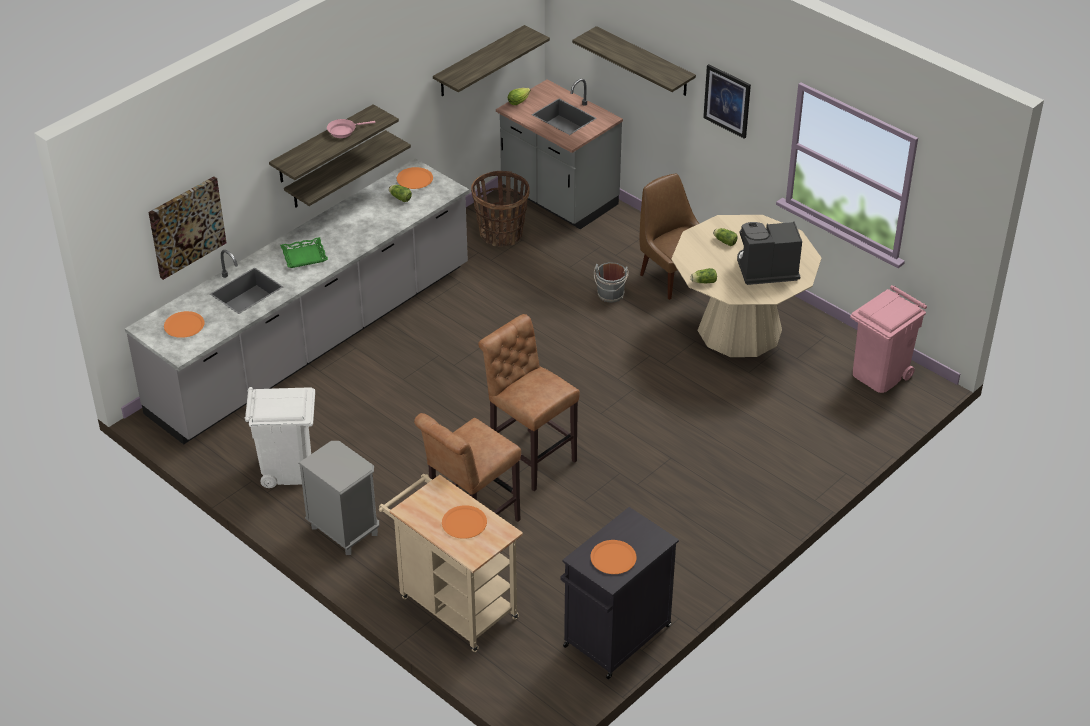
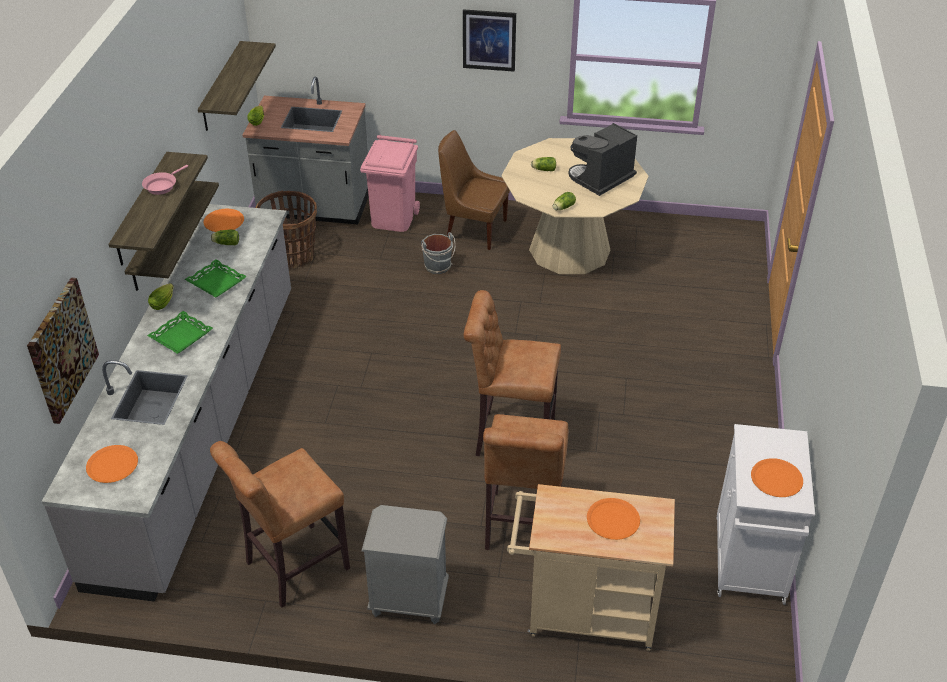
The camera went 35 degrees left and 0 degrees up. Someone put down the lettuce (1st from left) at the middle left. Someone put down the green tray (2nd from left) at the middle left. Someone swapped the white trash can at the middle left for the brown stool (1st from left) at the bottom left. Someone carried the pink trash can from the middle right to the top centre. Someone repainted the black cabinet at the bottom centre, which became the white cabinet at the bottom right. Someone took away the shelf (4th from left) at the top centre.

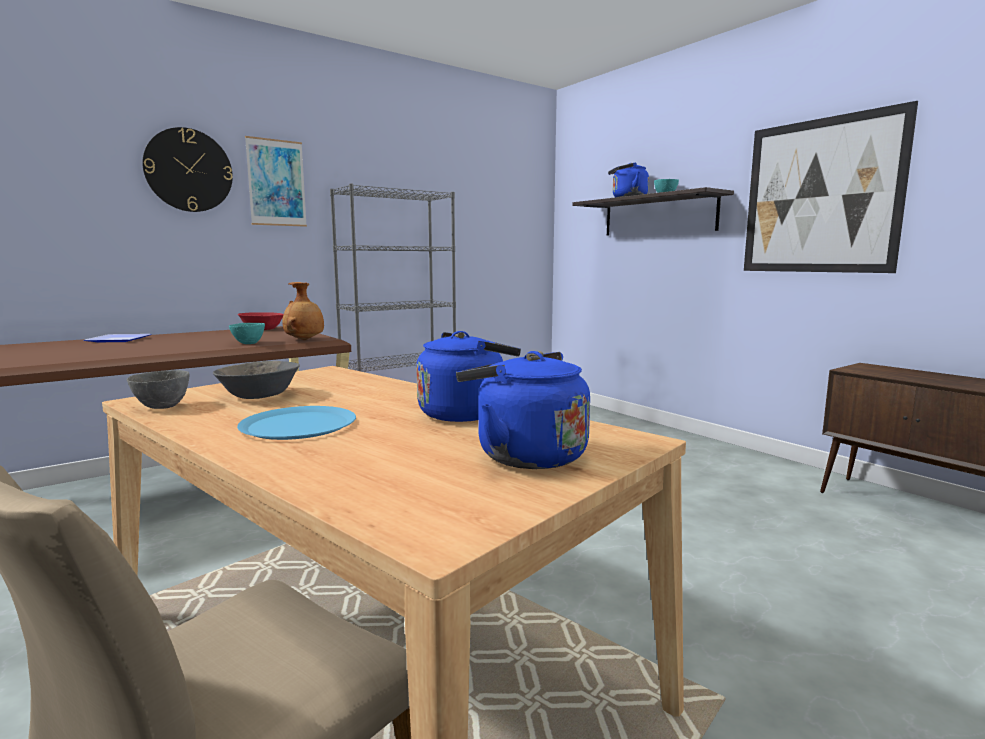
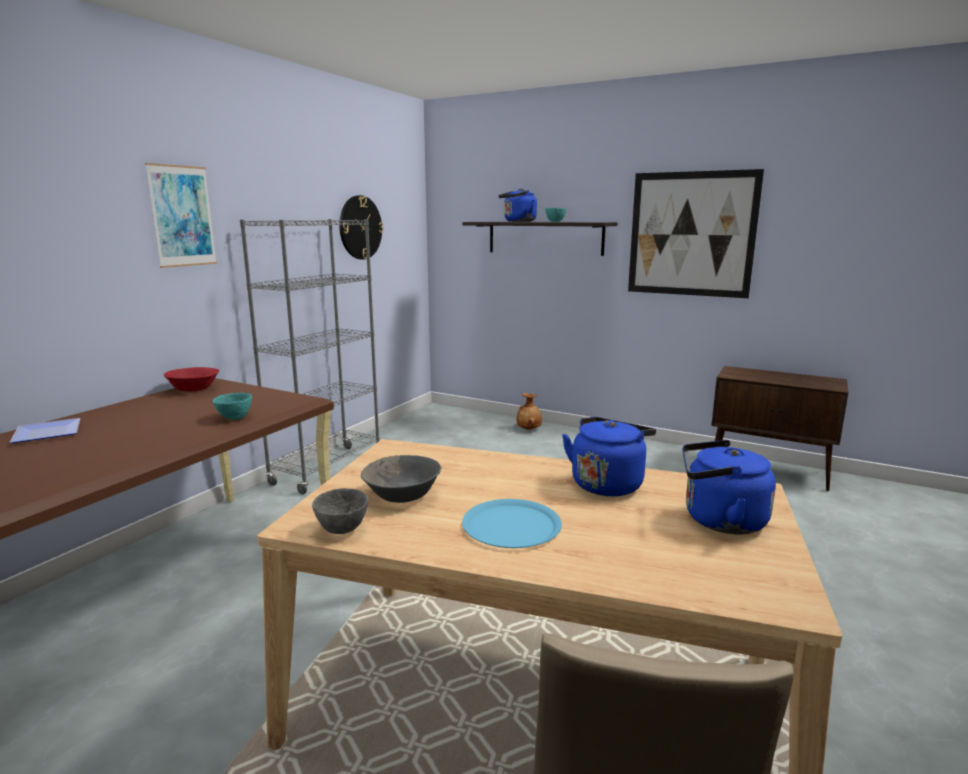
The camera went 25 degrees left and 5 degrees up. Someone carried the wall clock from the top left to the top centre. Someone carried the brown vase from the middle left to the centre.

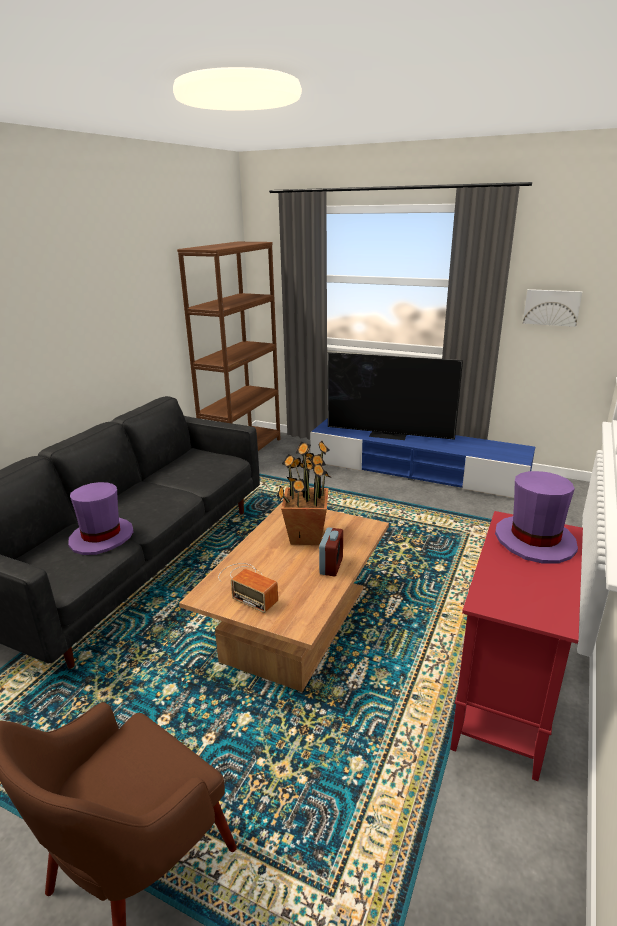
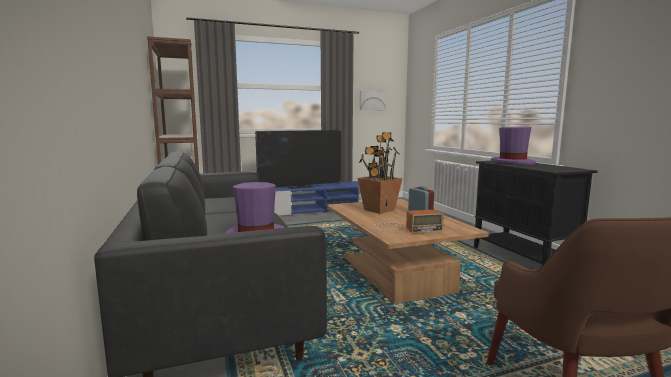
The camera went 45 degrees left and 15 degrees down. Someone repainted the red cabinet at the bottom right, which became the black cabinet at the middle right.

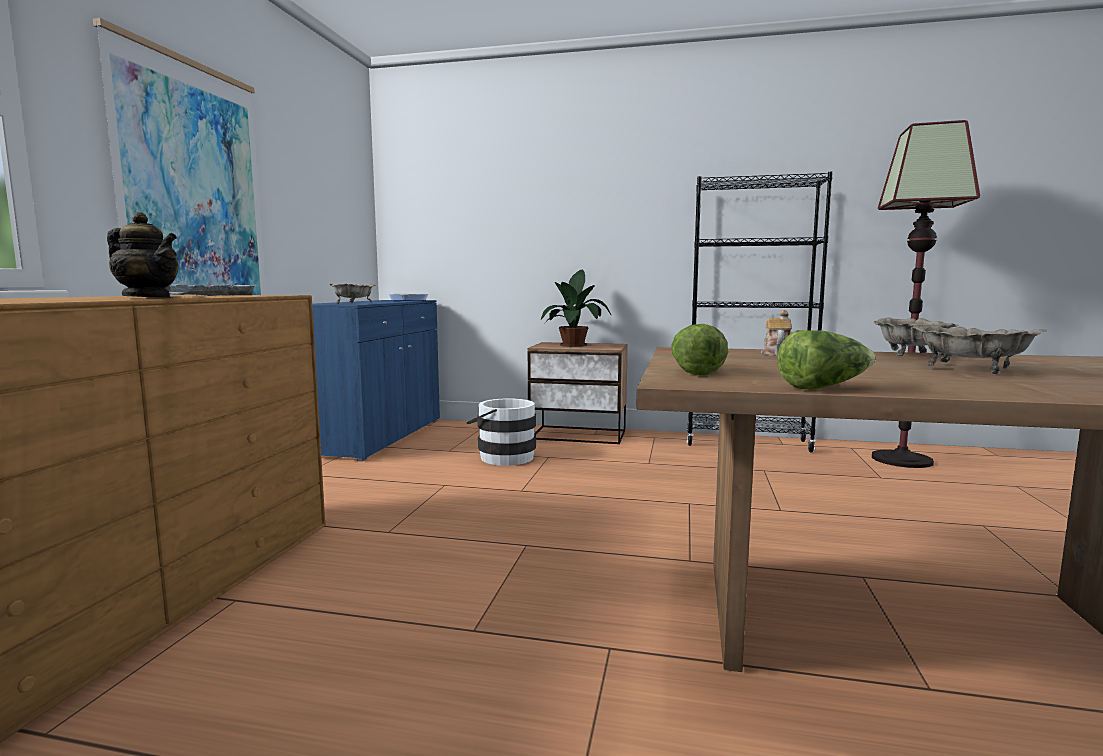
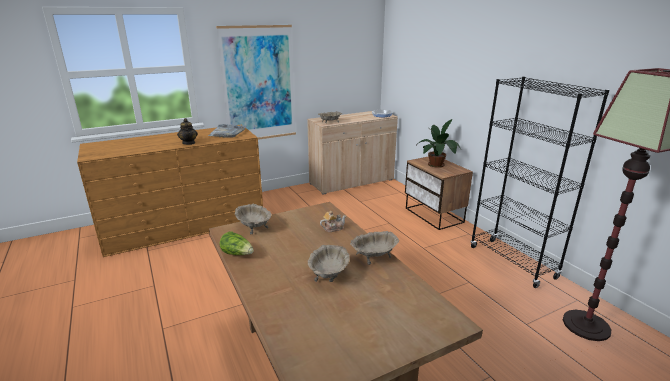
The camera went 50 degrees right and 15 degrees up. Someone swapped the lettuce (1st from left) at the centre for the beige bowl (1st from left) at the centre. Someone repainted the blue cabinet at the centre, which became the beige cabinet at the centre. Someone took away the white bucket at the centre.

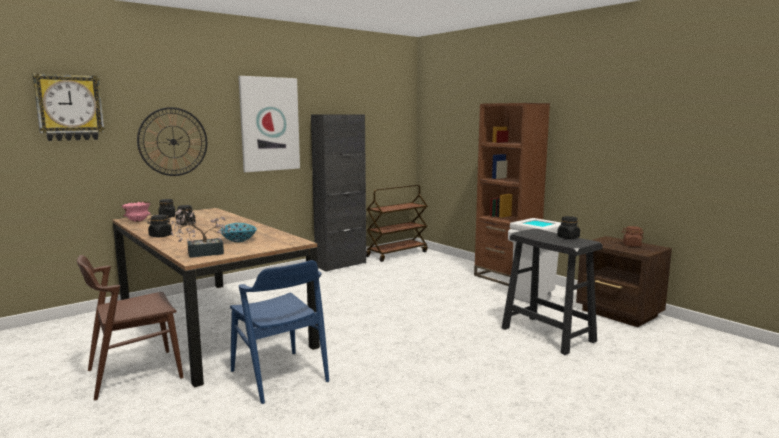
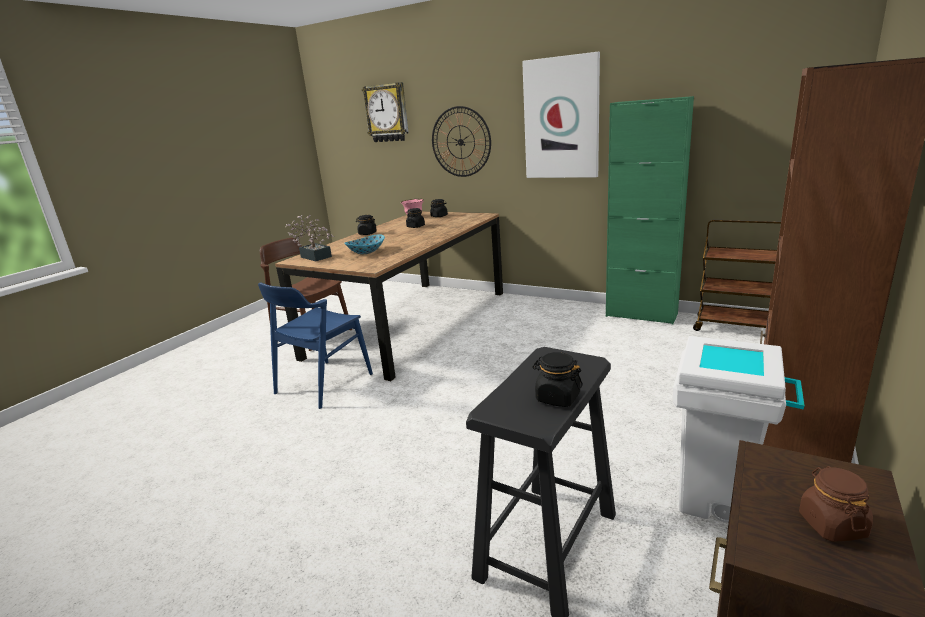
The camera went 70 degrees right and 10 degrees up. Someone repainted the black cabinet at the centre, which became the green cabinet at the middle right.

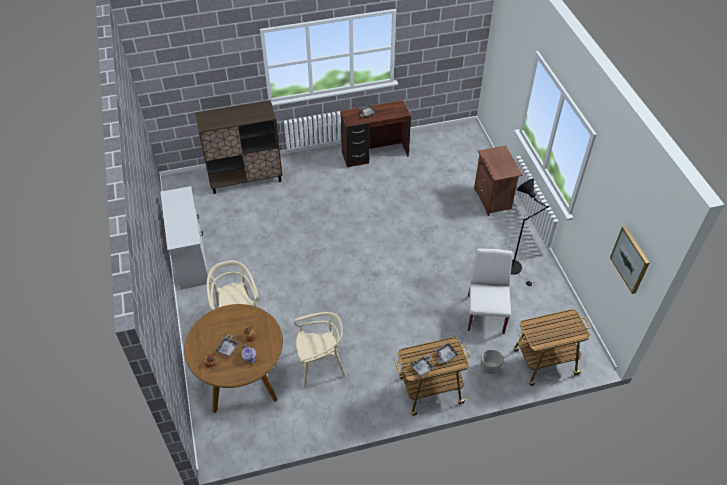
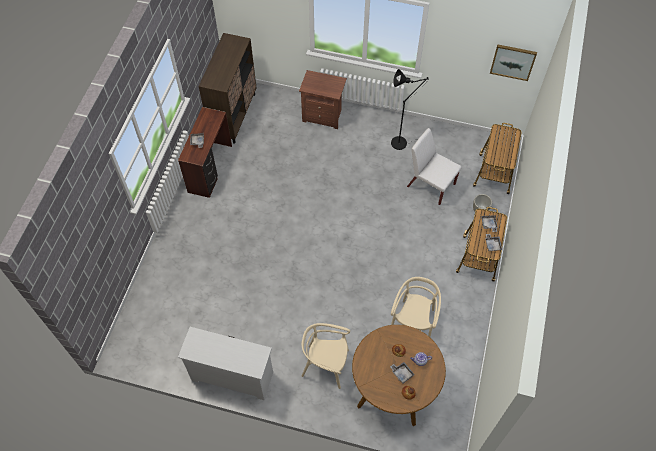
The camera went 60 degrees left and 10 degrees up. Someone carried the brown cabinet from the top left to the top centre.

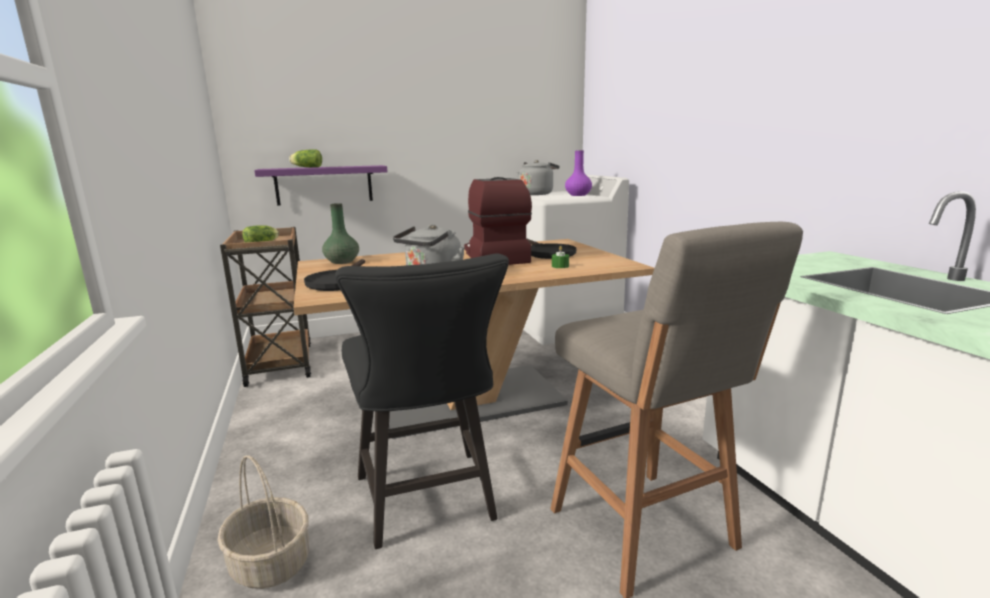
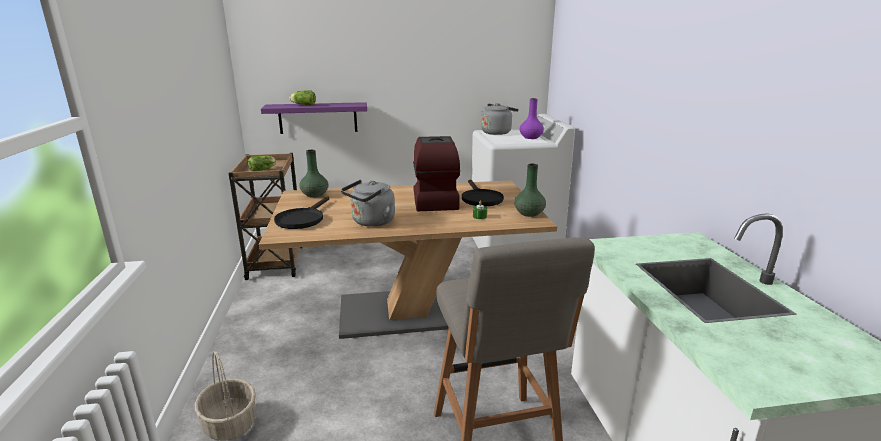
The camera went 10 degrees right and 5 degrees up. Someone put down the green vase (2nd from left) at the centre. Someone took away the black chair at the bottom centre.

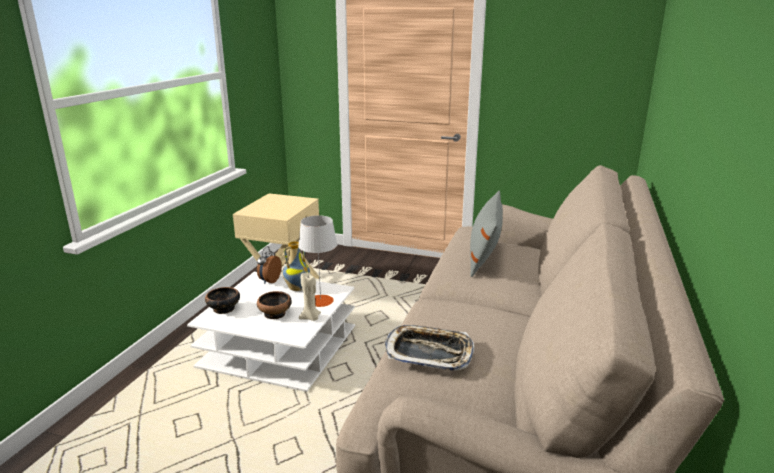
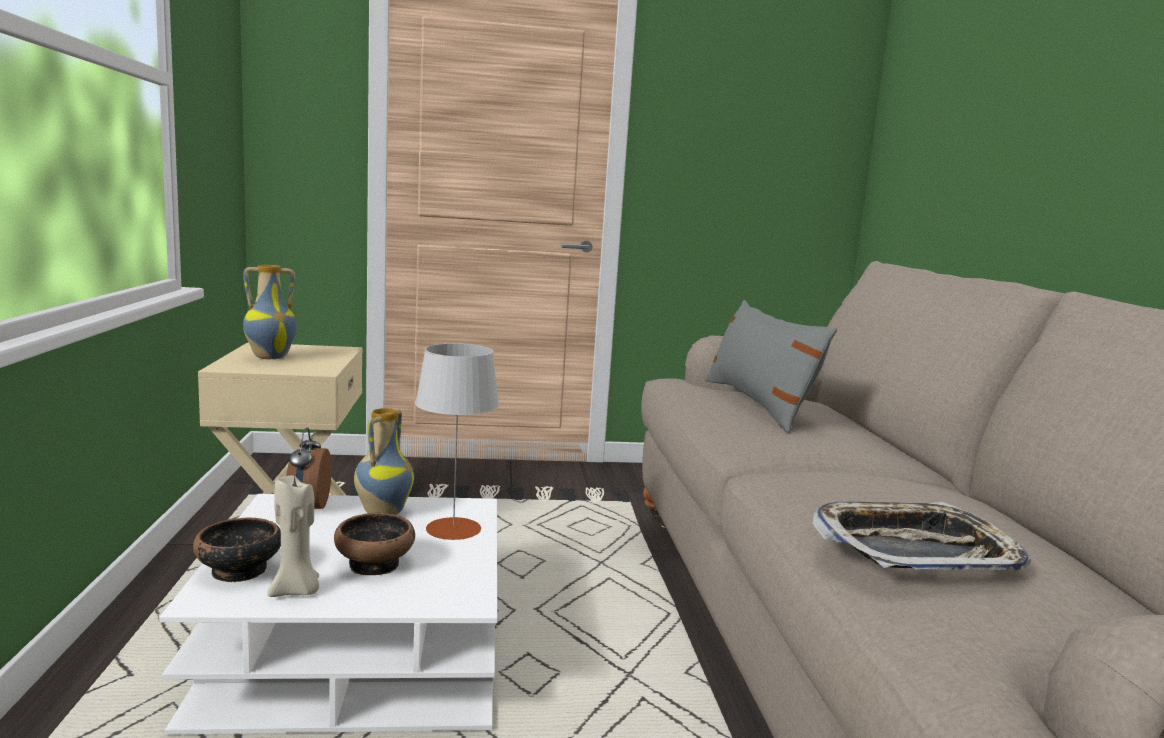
The camera went 25 degrees left and 10 degrees down. Someone put down the vase (1st from left) at the middle left. Someone carried the beige candle from the centre to the bottom left.

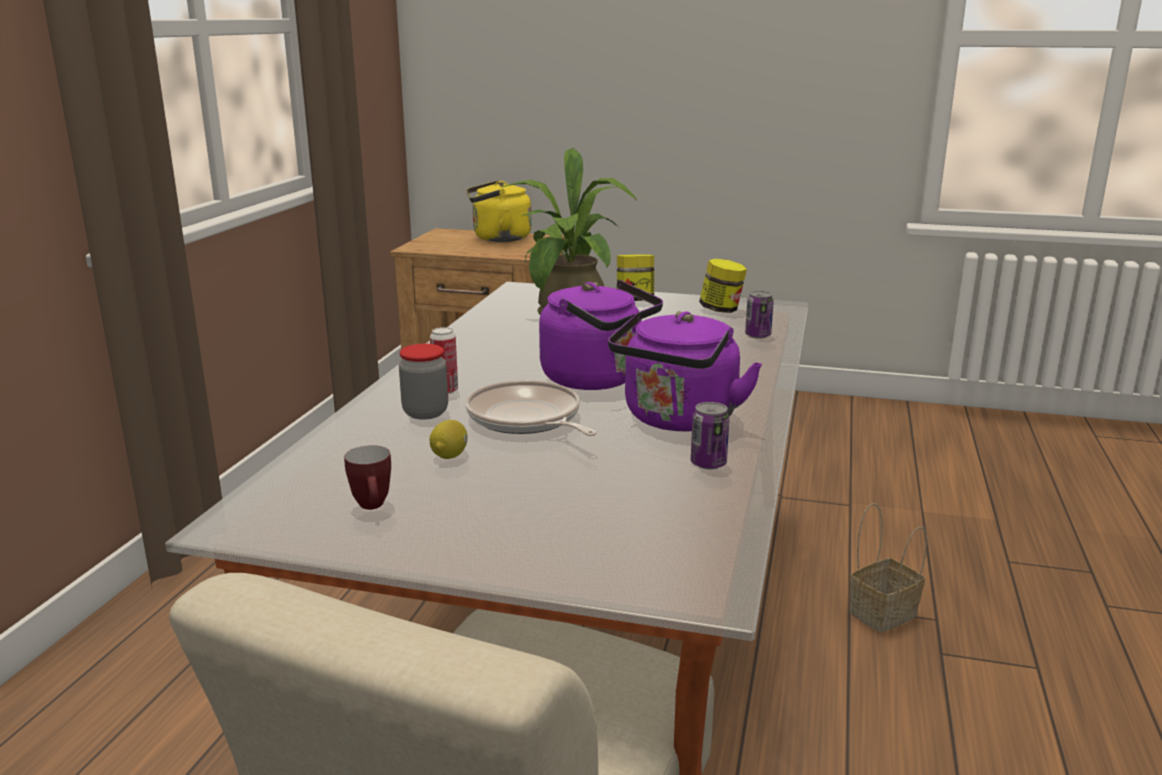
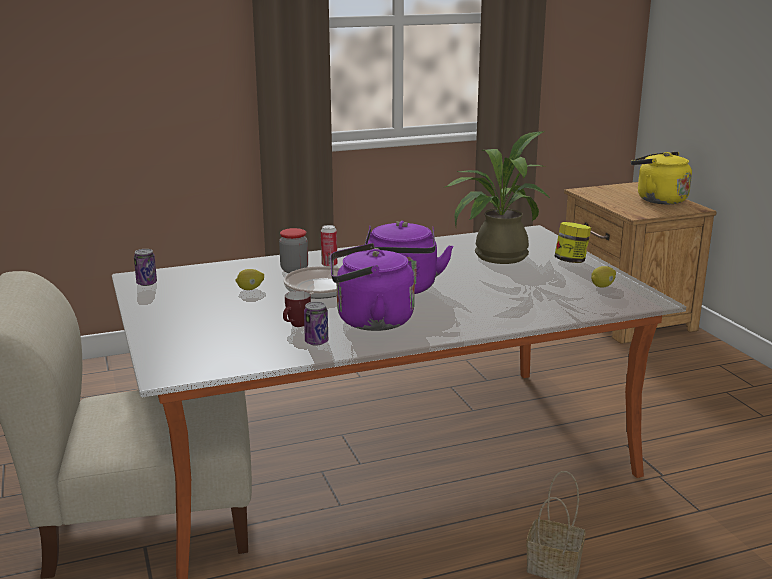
The camera went 55 degrees right and 0 degrees up. Someone carried the can (3rd from left in the first image) from the centre to the middle left. Someone carried the mug from the middle left to the centre. Someone swapped the jar (3rd from left) at the centre for the lemon (2nd from left) at the middle right.

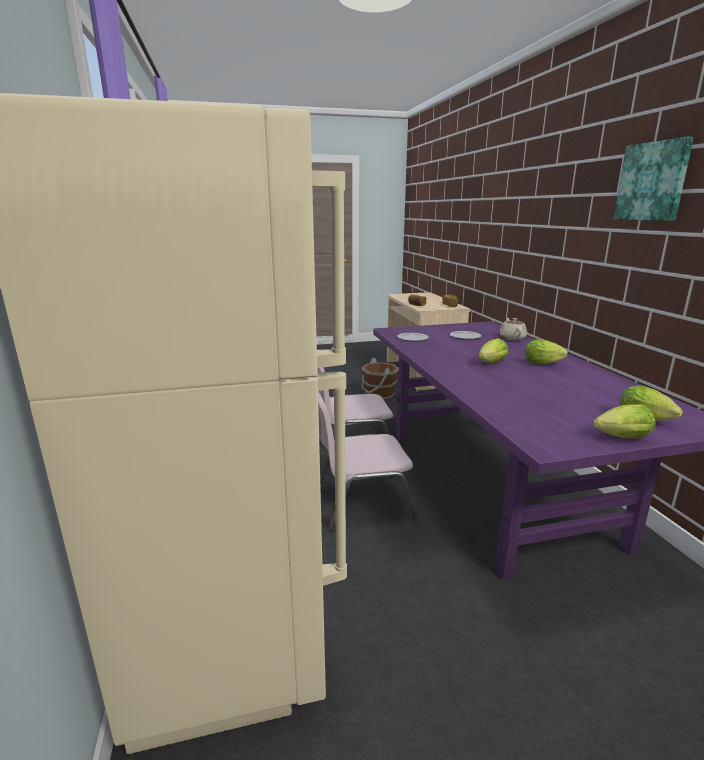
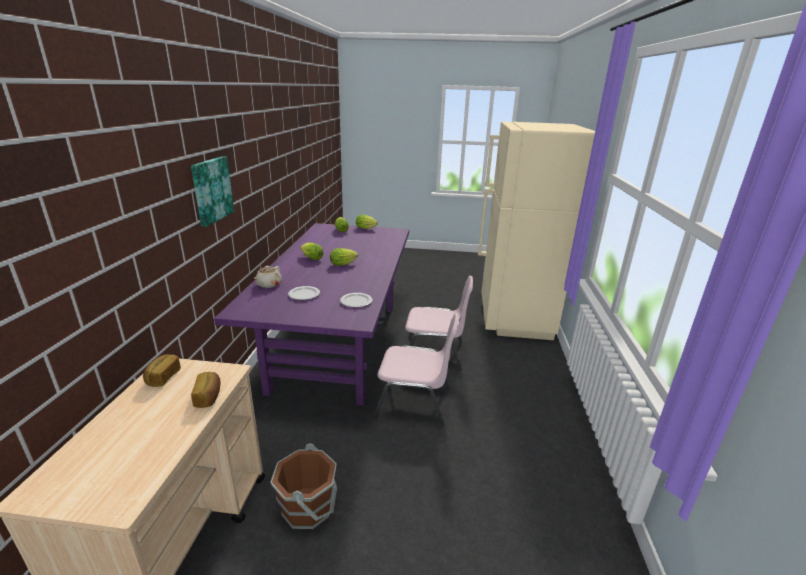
The camera went 160 degrees left and 5 degrees up. Someone carried the picture from the top right to the top left.

